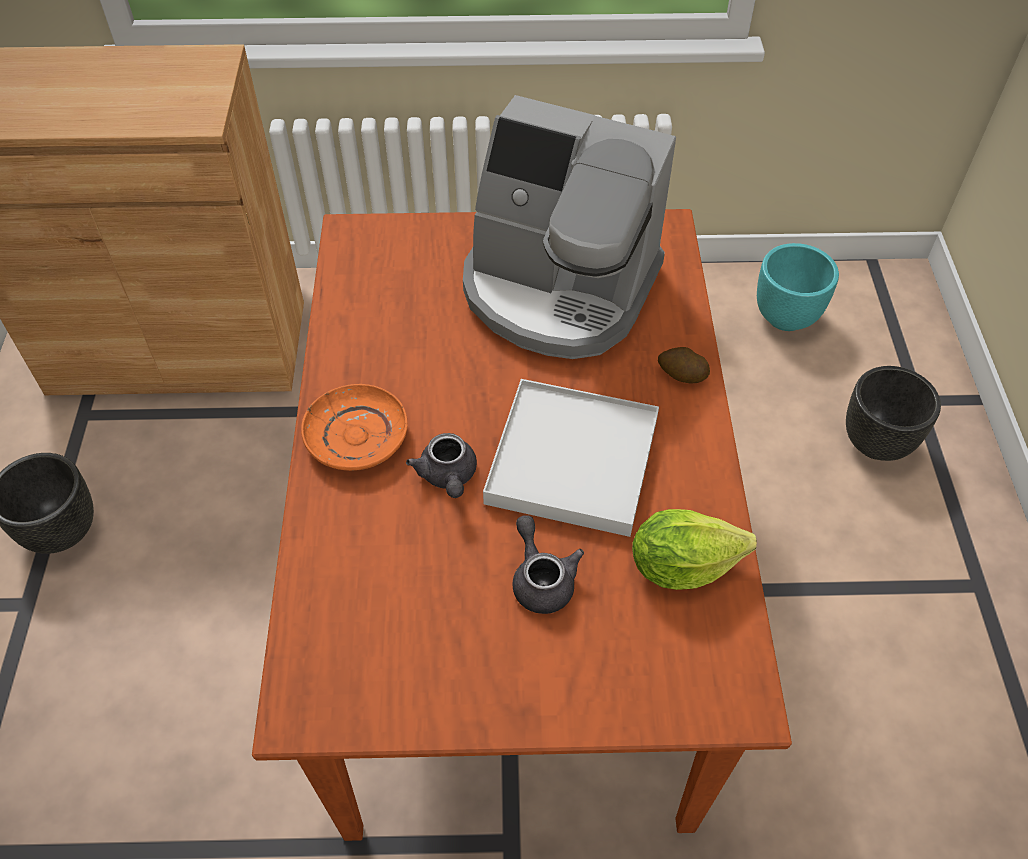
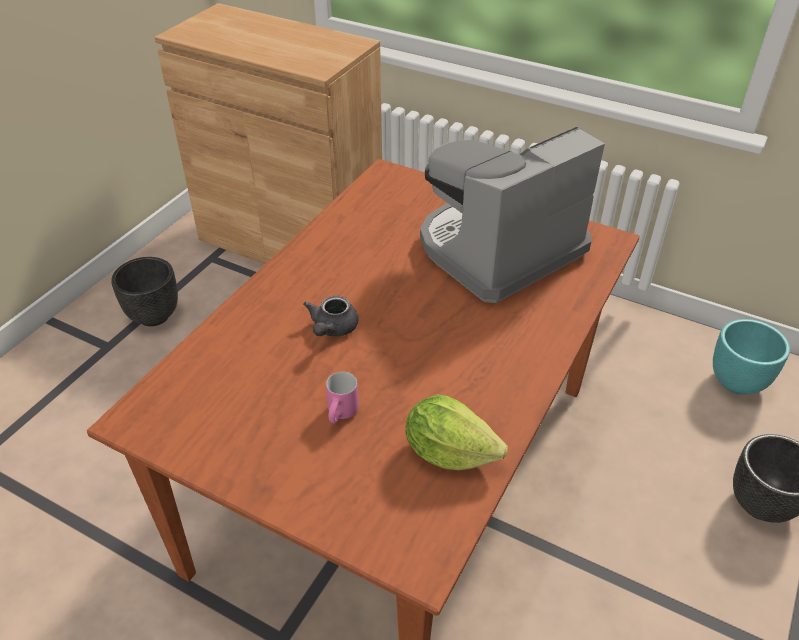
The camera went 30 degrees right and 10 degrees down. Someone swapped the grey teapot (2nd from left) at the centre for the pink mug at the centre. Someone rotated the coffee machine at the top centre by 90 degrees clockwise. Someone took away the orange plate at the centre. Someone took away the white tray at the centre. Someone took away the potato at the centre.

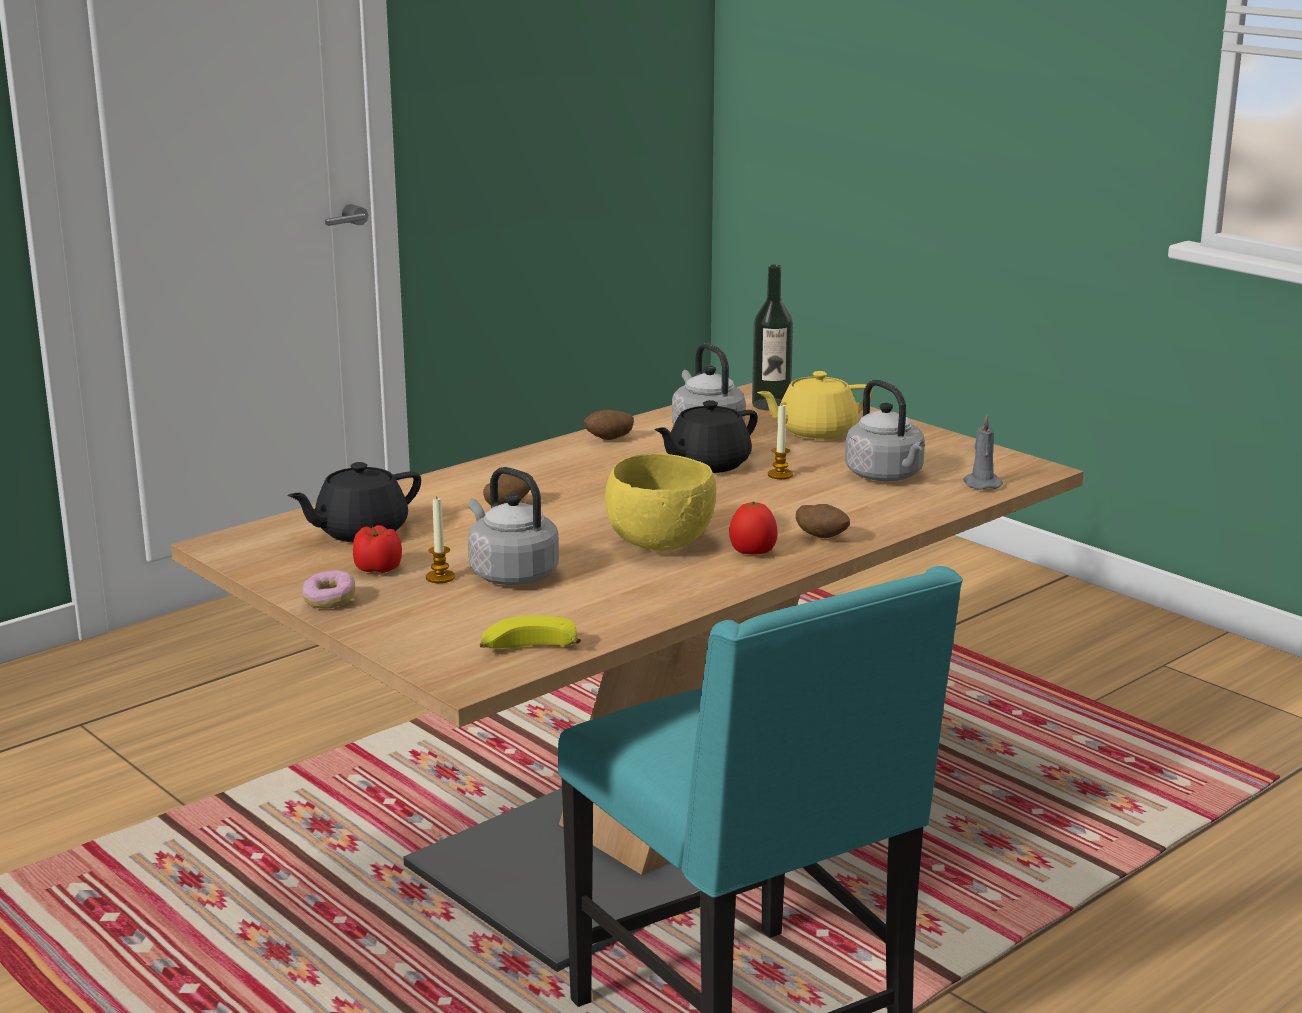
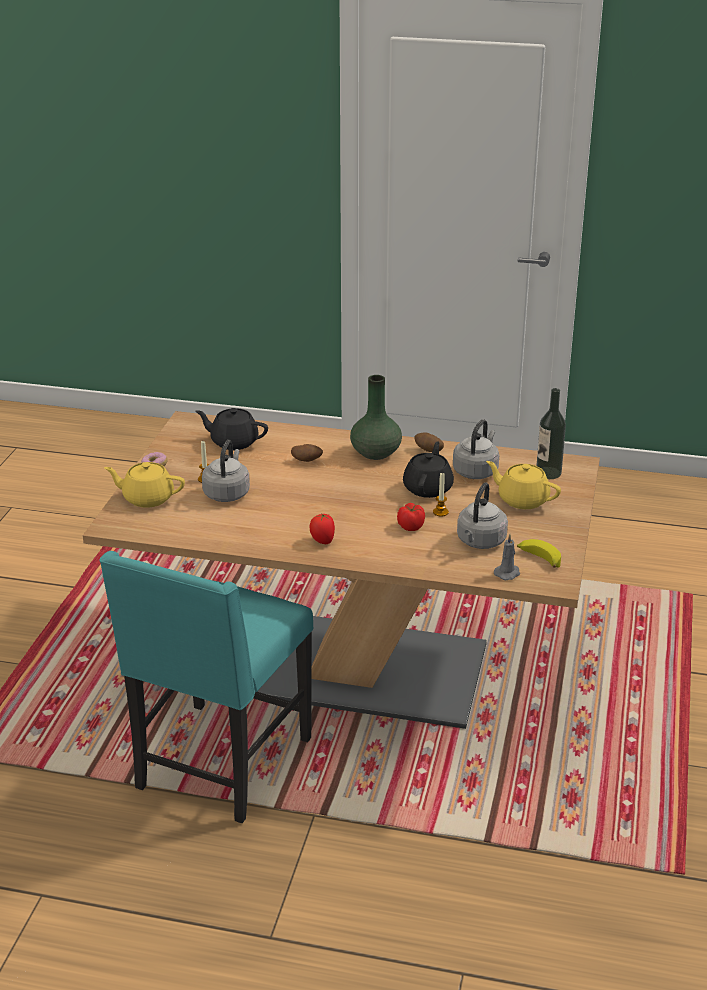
The camera went 55 degrees right and 10 degrees up. Someone put down the yellow teapot (1st from left) at the middle left. Someone put down the green vase at the centre. Someone carried the tomato (1st from left in the first image) from the middle left to the centre. Someone rotated the black teapot (2nd from left) at the centre by 90 degrees clockwise. Someone carried the banana from the centre to the middle right. Someone took away the yellow bowl at the centre. Someone took away the potato (3rd from left) at the centre.

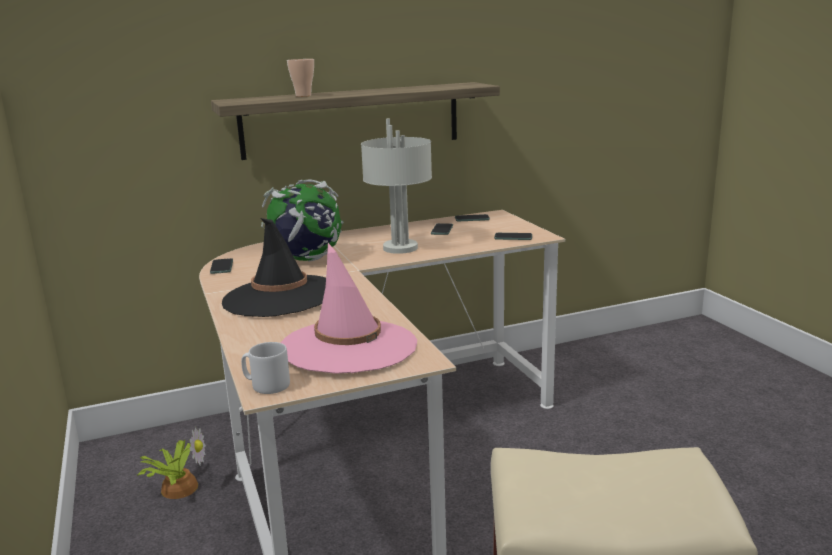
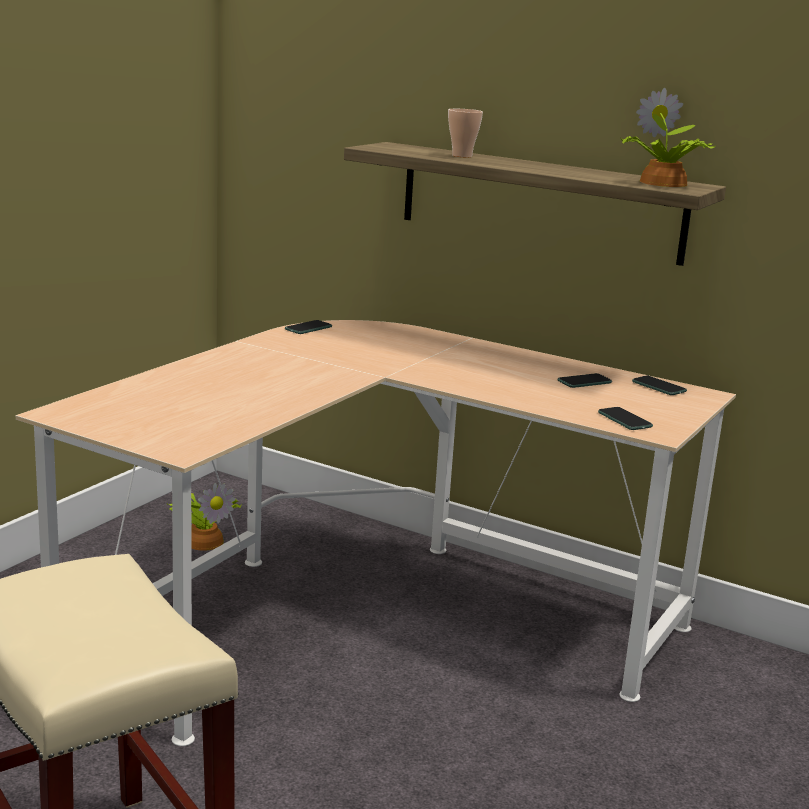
The camera went 50 degrees right and 0 degrees up. Someone put down the potted plant (2nd from left) at the top right. Someone took away the black hat at the middle left. Someone took away the grey mug at the middle left. Someone took away the globe at the centre. Someone took away the pink hat at the centre. Someone took away the grey table lamp at the centre.

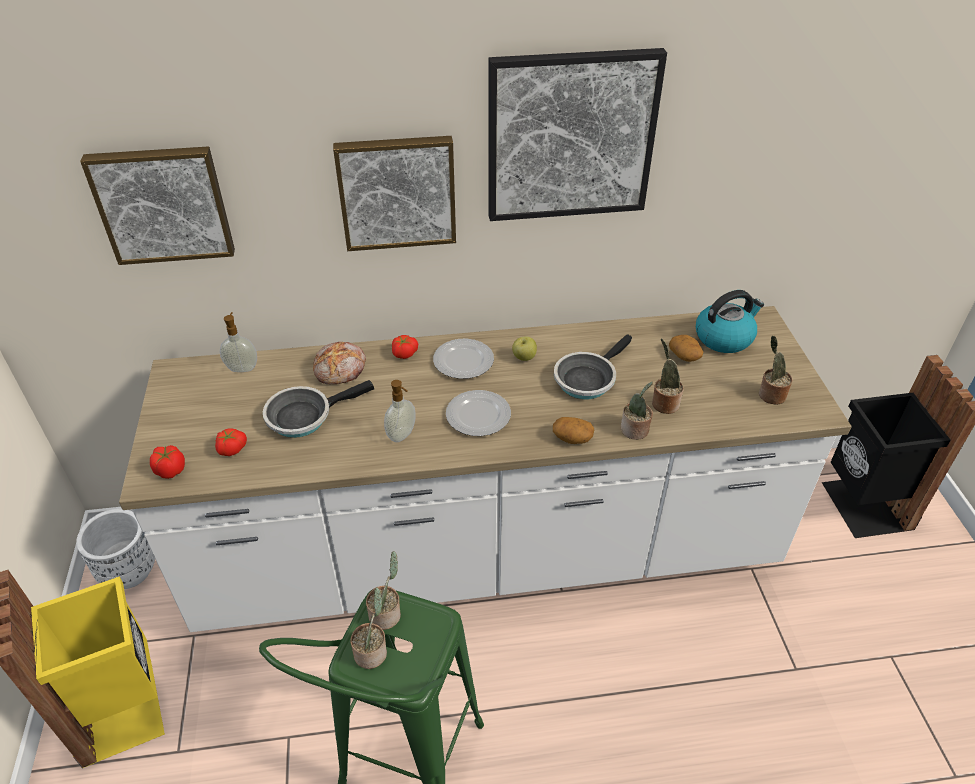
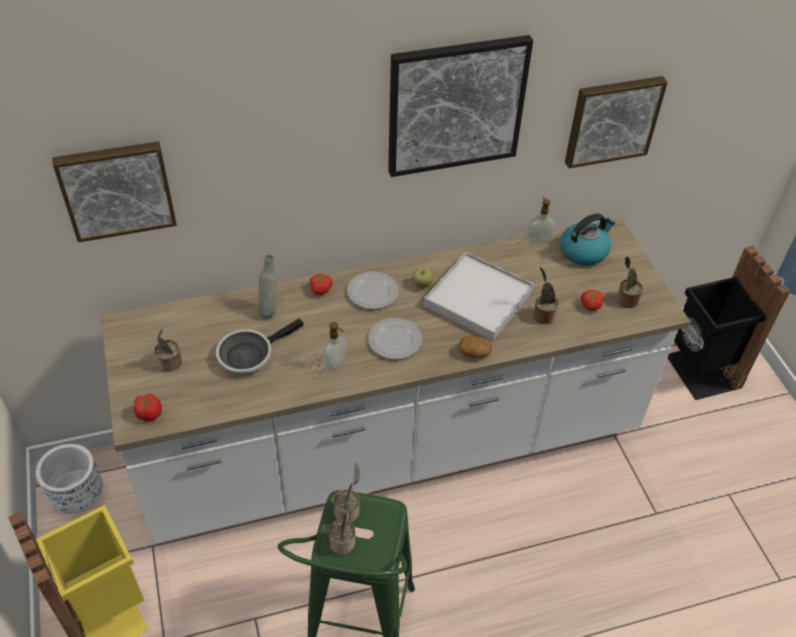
The camera went 10 degrees left and 5 degrees up. Someone carried the potted plant (3rd from left in the first image) from the centre to the middle left. Someone swapped the bread at the centre for the grey bottle at the centre. Someone swapped the frying pan (2nd from left) at the centre for the white tray at the centre. Someone carried the soap dispenser (1st from left in the first image) from the middle left to the middle right. Someone carried the picture (2nd from left in the first image) from the top centre to the top right. Someone carried the tomato (2nd from left in the first image) from the middle left to the middle right. Someone took away the potato (2nd from left) at the middle right.

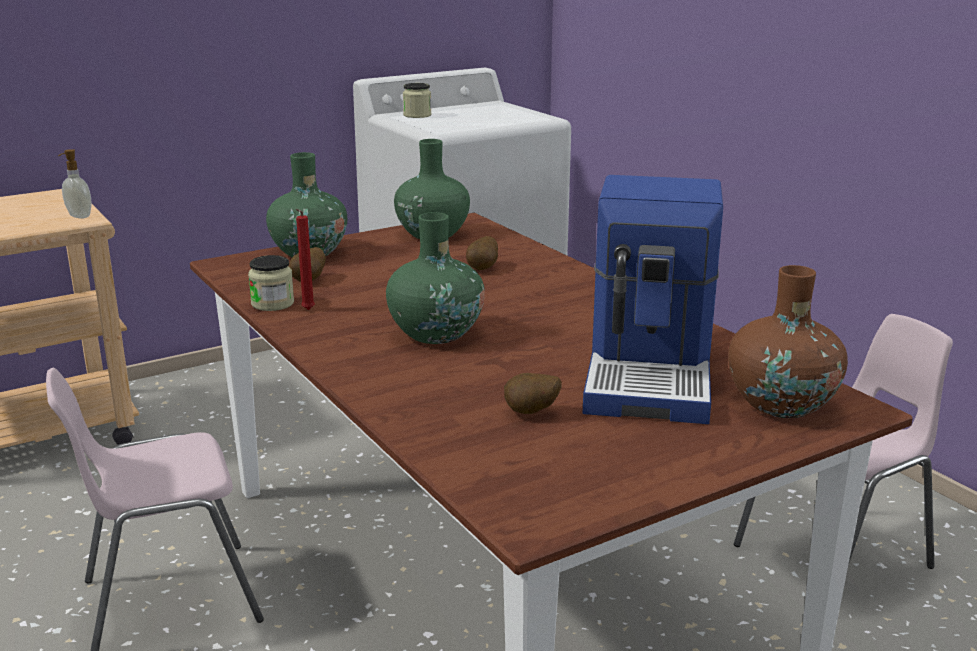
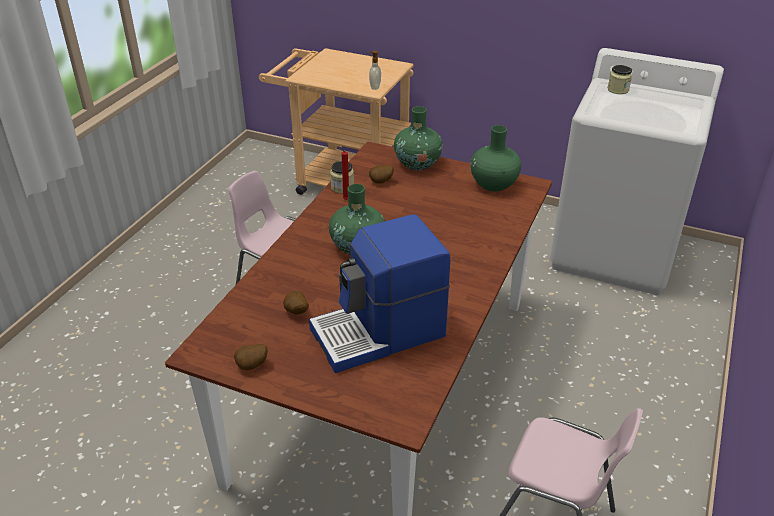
The camera went 55 degrees right and 15 degrees up. Someone carried the potato (2nd from left in the first image) from the centre to the bottom left. Someone took away the brown vase at the middle right.

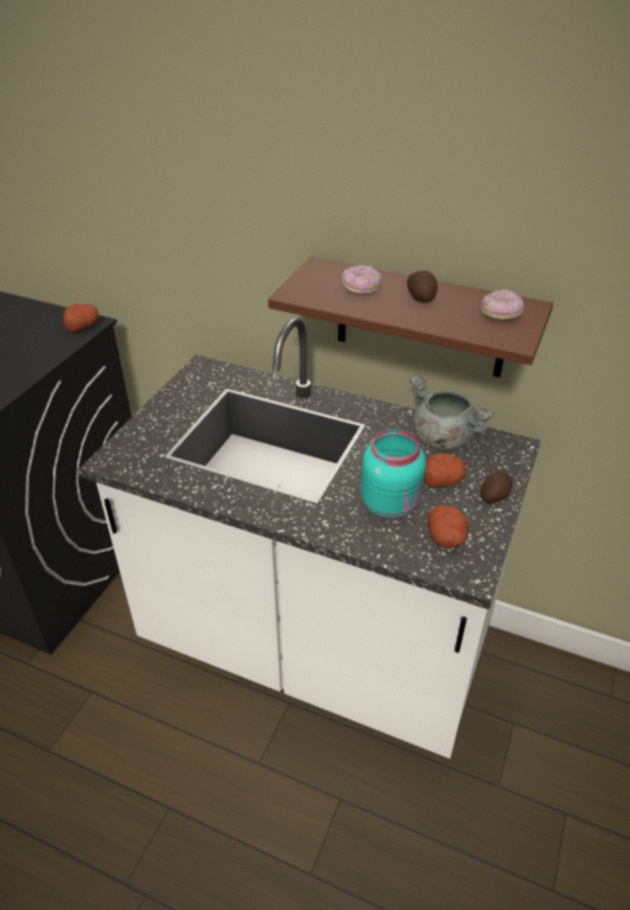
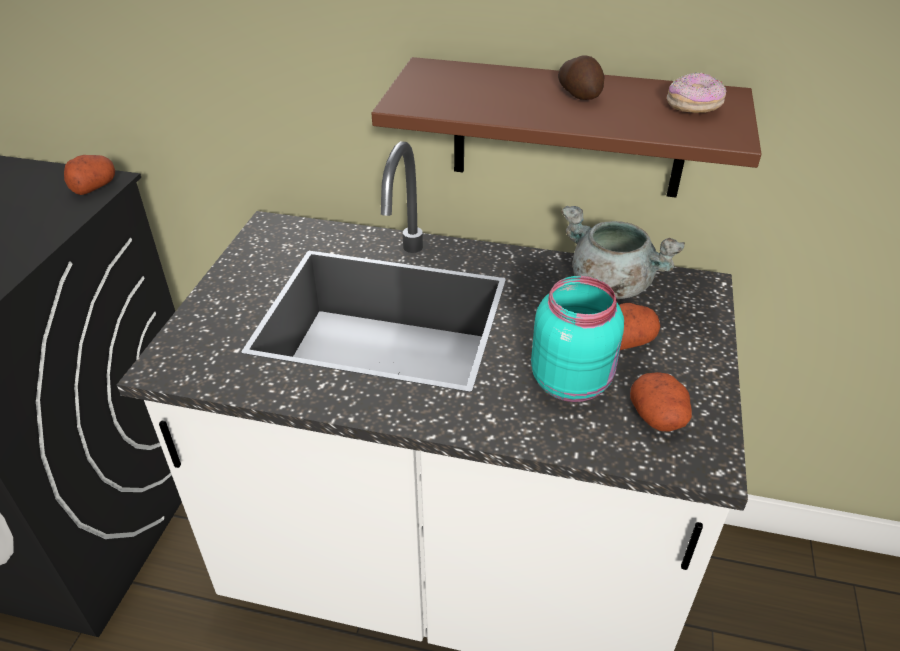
The camera went 10 degrees left and 0 degrees up. Someone took away the donut (1st from left) at the top centre. Someone took away the potato (5th from left) at the middle right.

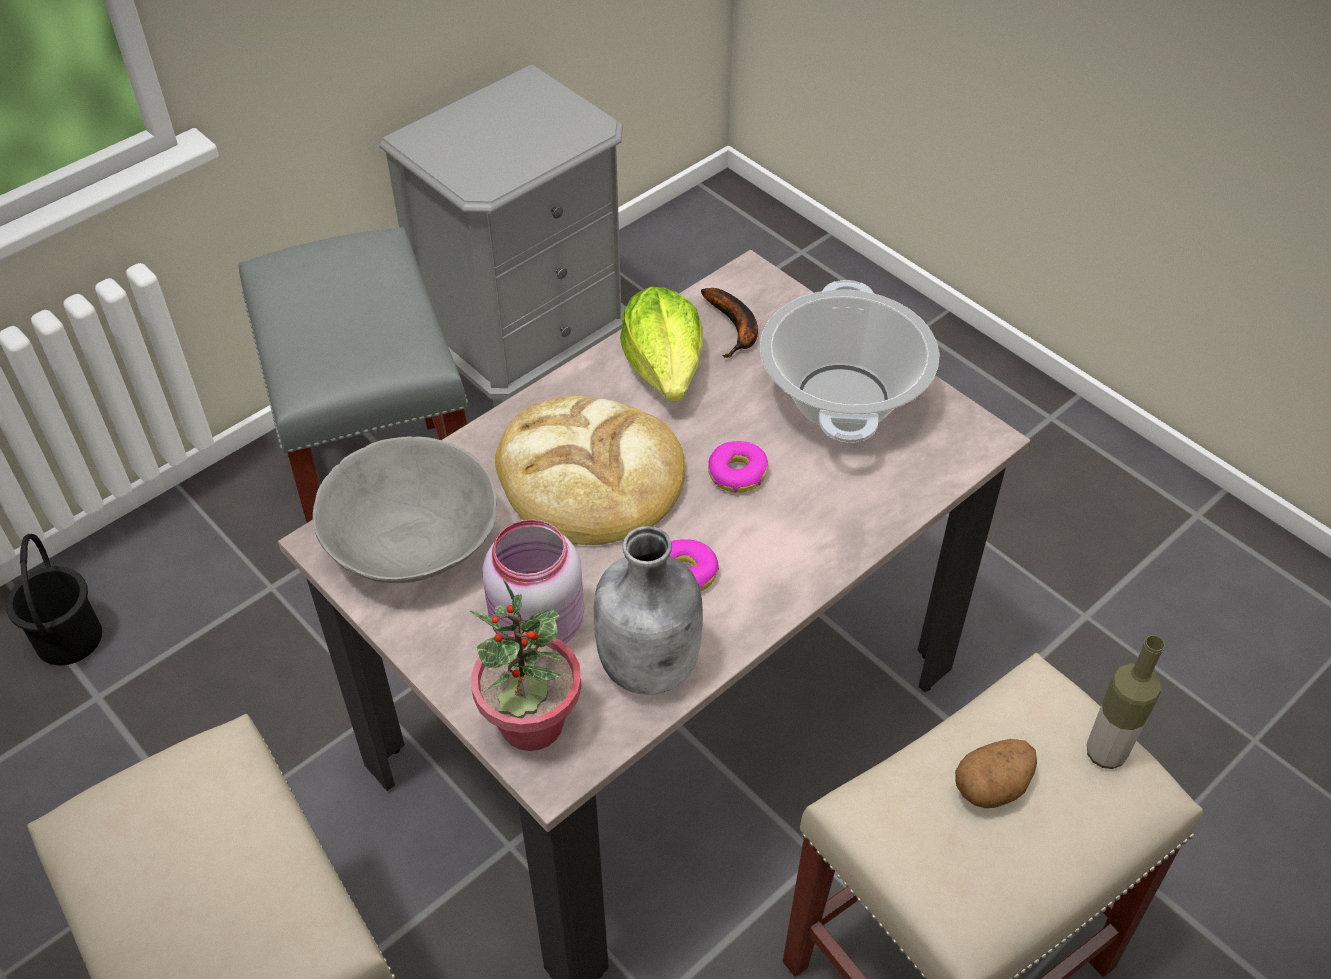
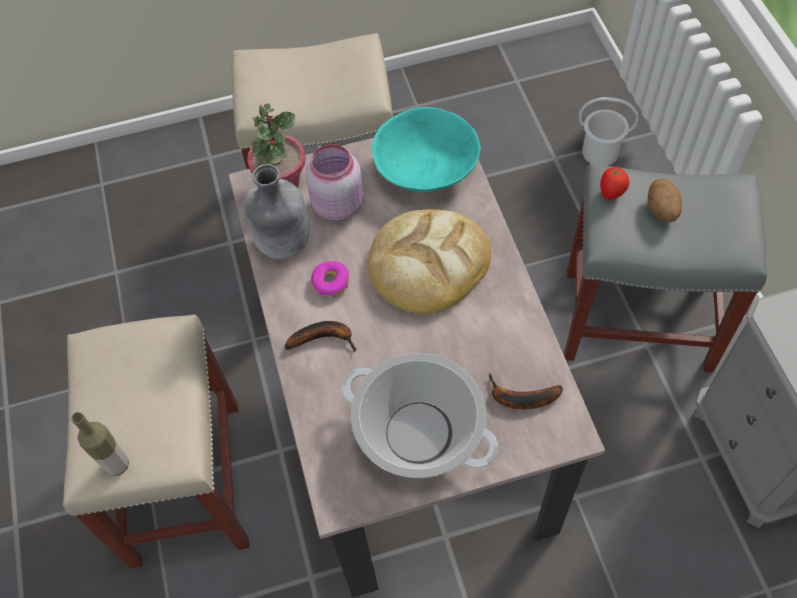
The camera went 120 degrees right and 10 degrees up. Someone put down the banana (1st from left) at the centre. Someone repainted the grey bowl at the middle left, which became the turquoise bowl at the top centre. Someone repainted the black bucket at the middle left, which became the white bucket at the top right. Someone put down the tomato at the top right. Someone carried the potato from the bottom right to the middle right. Someone took away the lettuce at the centre. Someone took away the donut (2nd from left) at the centre.

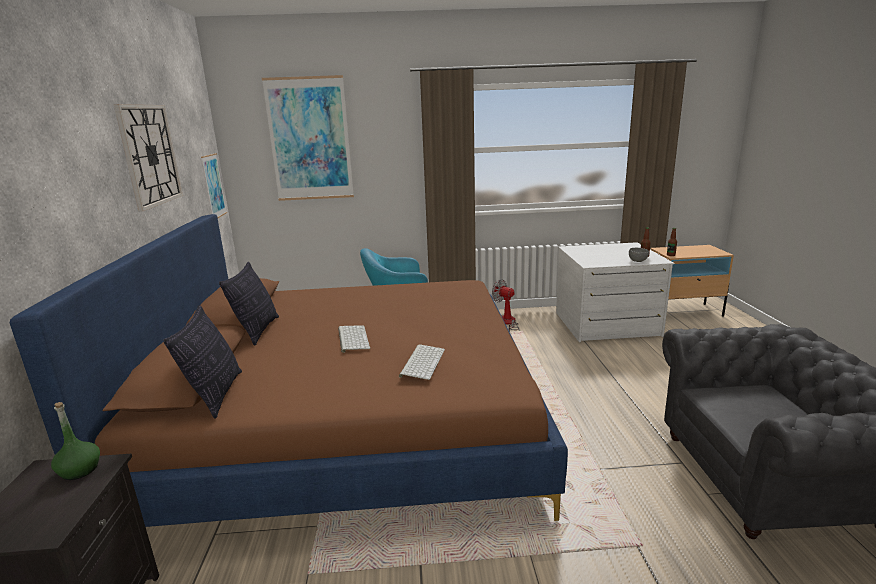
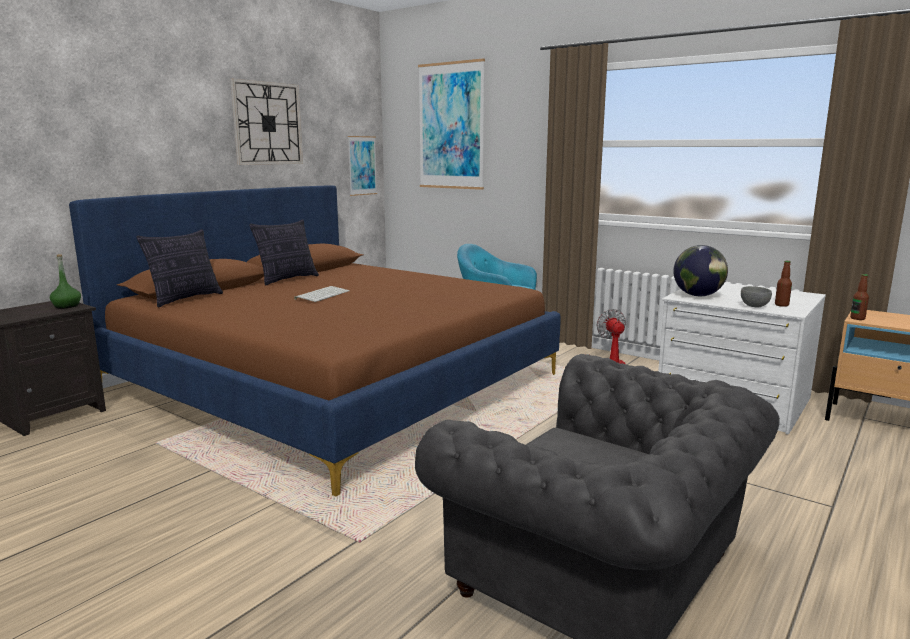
The camera went 40 degrees right and 5 degrees down. Someone put down the globe at the middle right. Someone took away the keyboard (2nd from left) at the centre.

